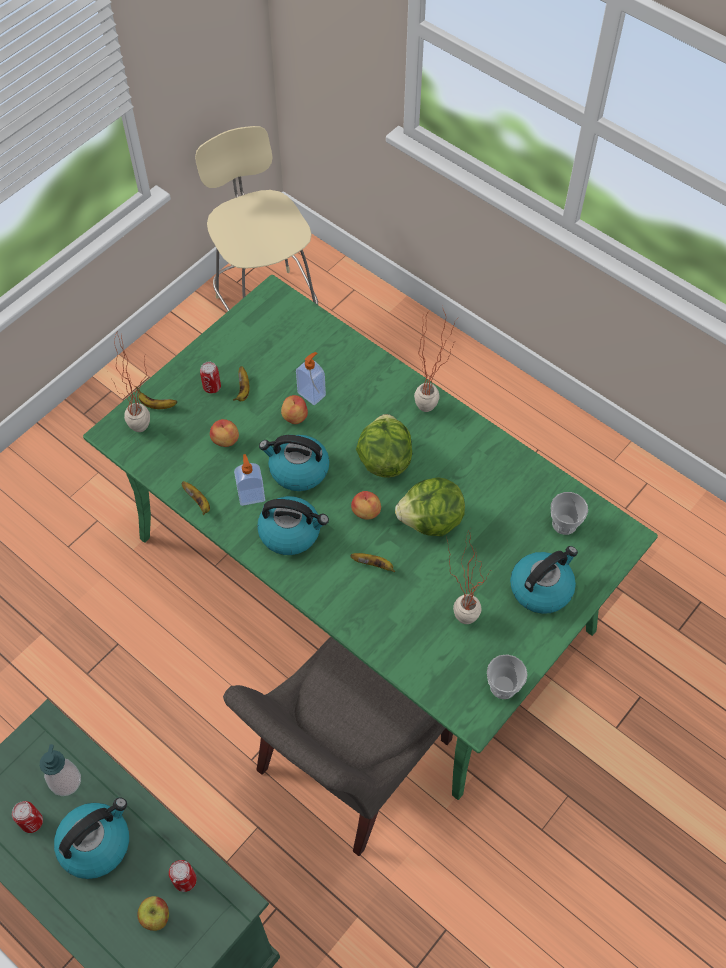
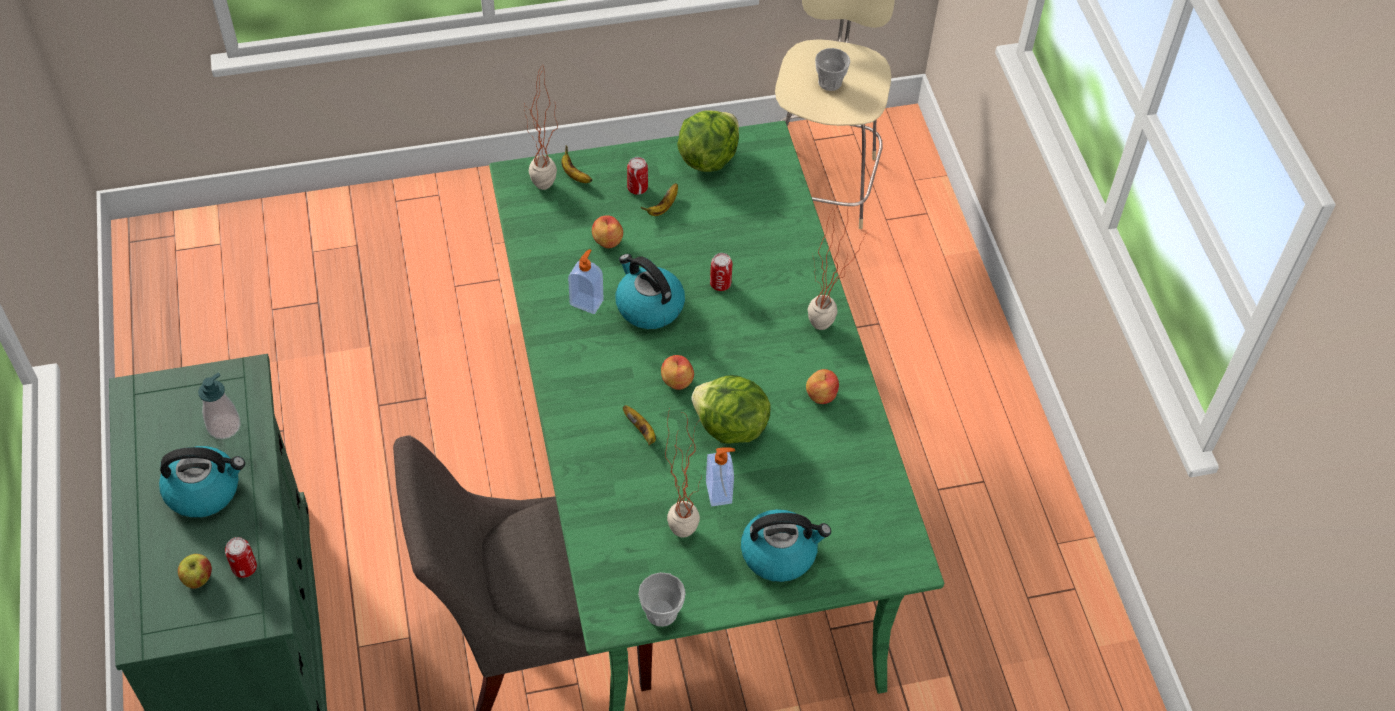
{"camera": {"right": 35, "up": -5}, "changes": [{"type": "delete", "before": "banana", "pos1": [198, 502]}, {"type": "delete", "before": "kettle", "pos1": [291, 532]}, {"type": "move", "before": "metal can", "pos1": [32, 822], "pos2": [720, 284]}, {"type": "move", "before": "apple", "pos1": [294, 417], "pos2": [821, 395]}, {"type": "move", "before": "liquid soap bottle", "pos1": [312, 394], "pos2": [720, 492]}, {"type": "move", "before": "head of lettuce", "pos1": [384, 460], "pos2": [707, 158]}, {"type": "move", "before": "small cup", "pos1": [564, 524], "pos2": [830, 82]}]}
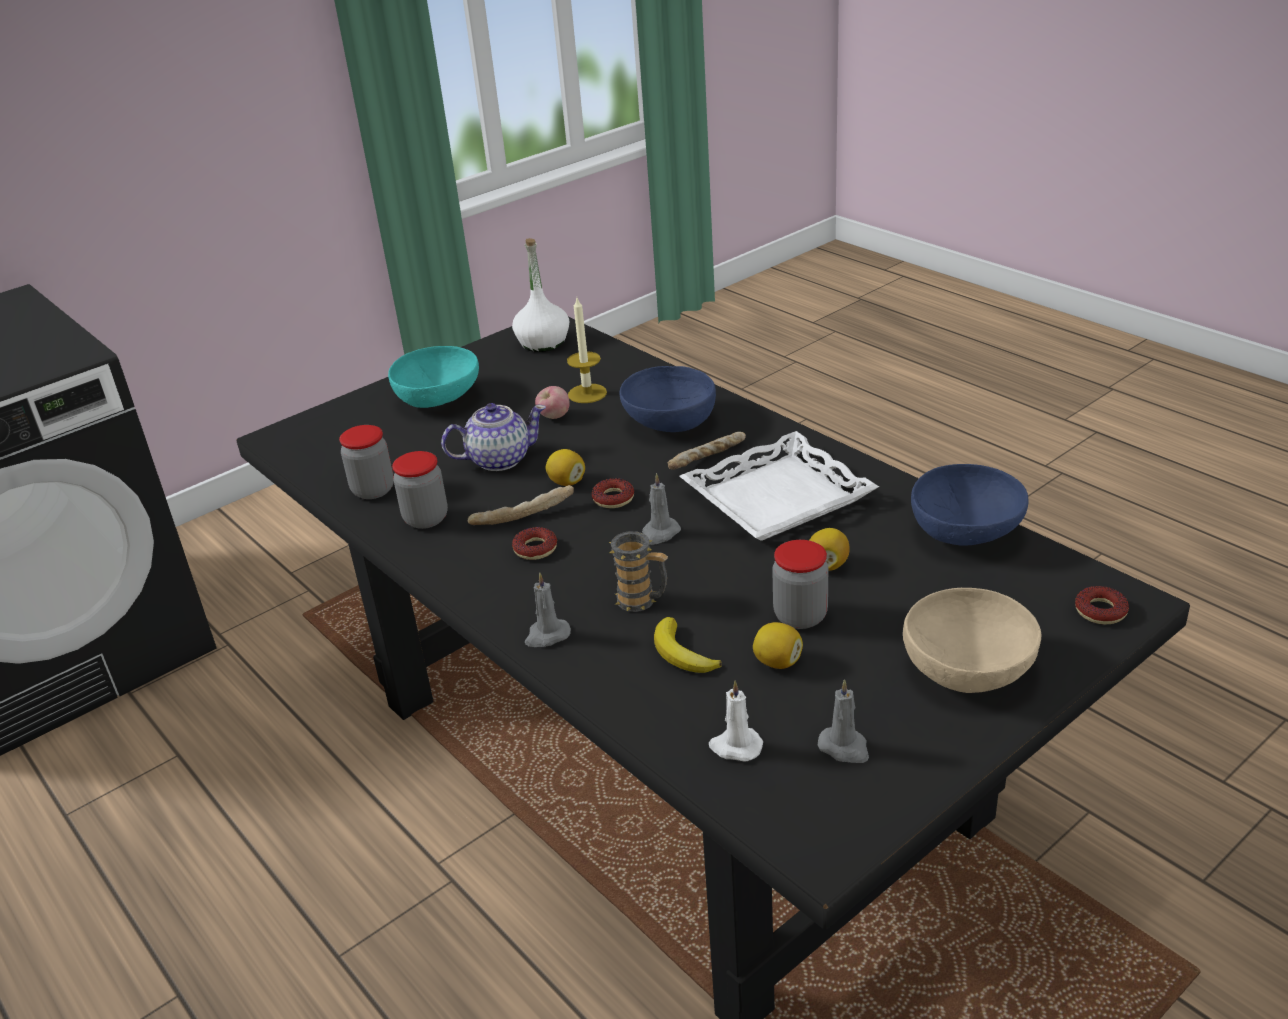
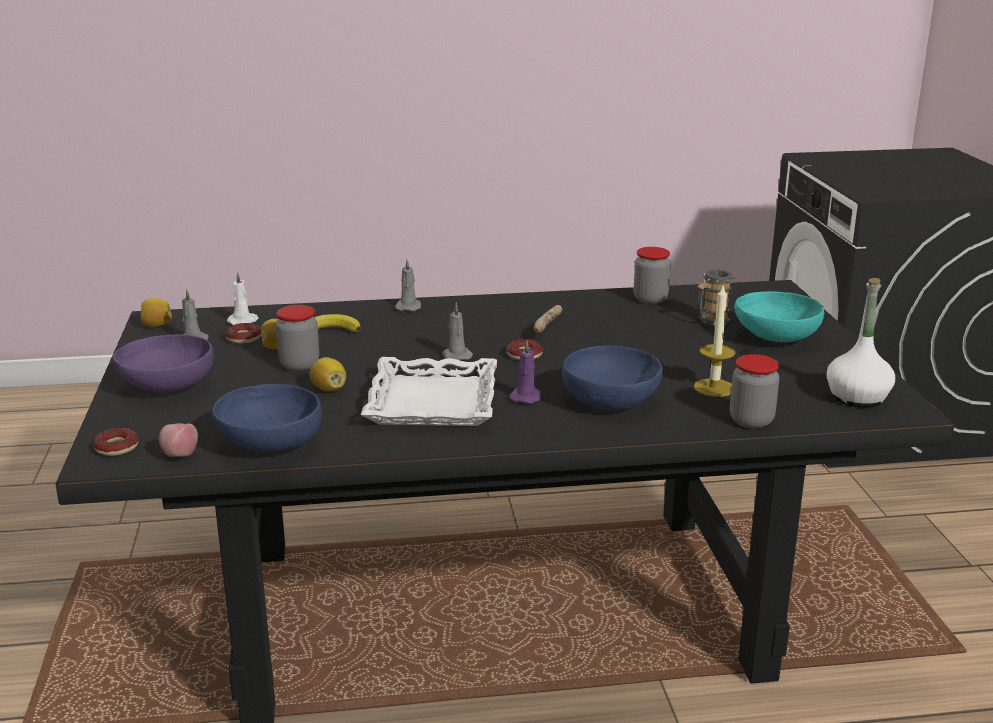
{"camera": {"right": 120, "up": -10}, "changes": [{"type": "delete", "before": "tea pot", "pos1": [498, 459]}, {"type": "move", "before": "jar", "pos1": [426, 519], "pos2": [751, 421]}, {"type": "move", "before": "ring doughnut", "pos1": [535, 549], "pos2": [243, 338]}, {"type": "move", "before": "apple", "pos1": [554, 417], "pos2": [180, 455]}, {"type": "move", "before": "whole lemon", "pos1": [566, 482], "pos2": [157, 325]}, {"type": "move", "before": "mug", "pos1": [642, 601], "pos2": [710, 322]}, {"type": "replace", "before": "baked bread", "after": "purple wax light", "pos1": [708, 460], "pos2": [526, 397]}, {"type": "recolor", "before": "sand-coloured deep dish", "after": "purple deep dish", "pos1": [969, 670], "pos2": [167, 388]}]}
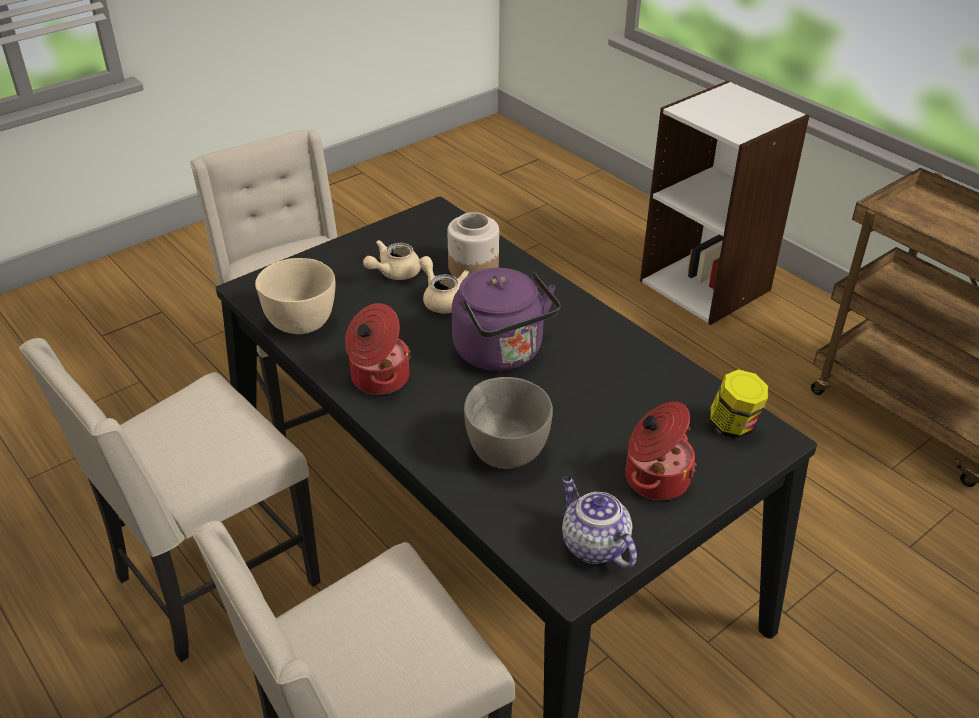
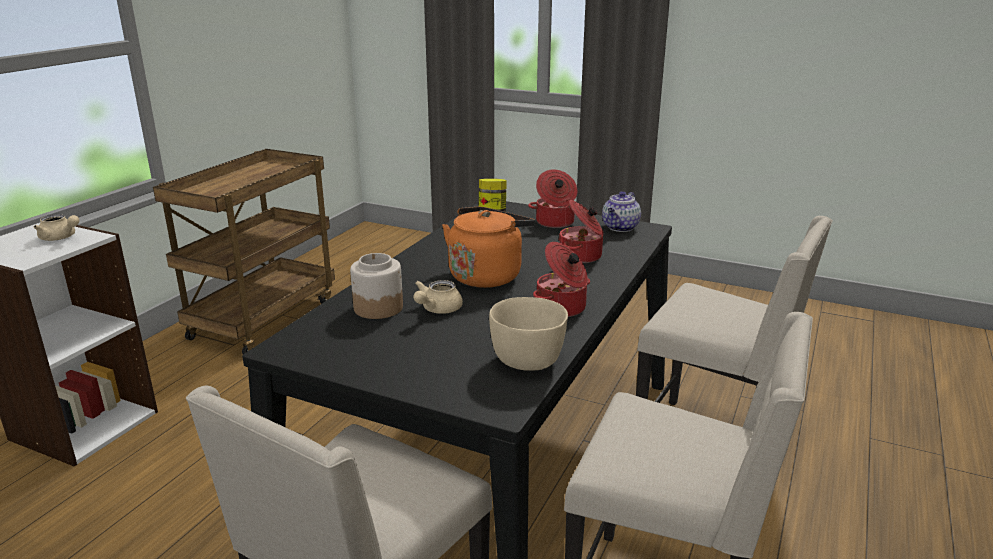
{"camera": {"right": -115, "up": -15}, "changes": [{"type": "move", "before": "sand-coloured tea pot", "pos1": [394, 273], "pos2": [60, 238]}, {"type": "replace", "before": "grey deep dish", "after": "cooking pot", "pos1": [506, 451], "pos2": [581, 256]}, {"type": "recolor", "before": "purple kettle", "after": "orange kettle", "pos1": [502, 353], "pos2": [487, 275]}]}
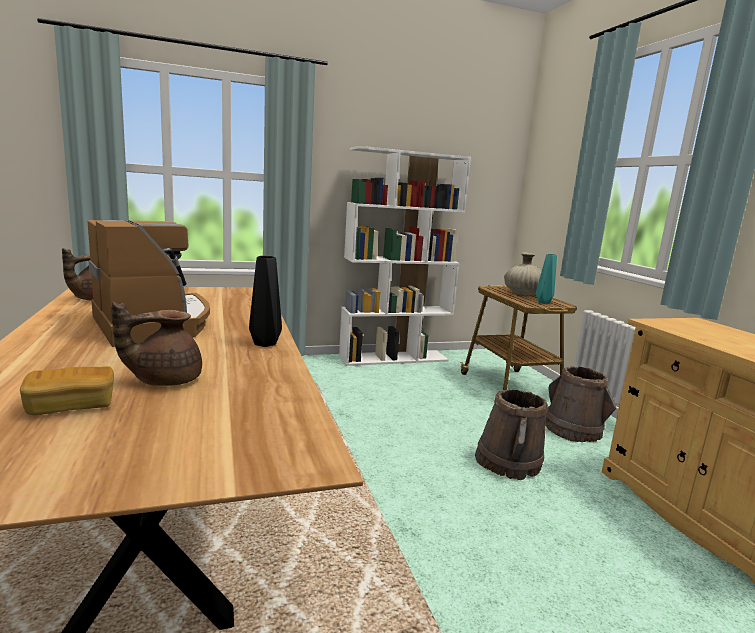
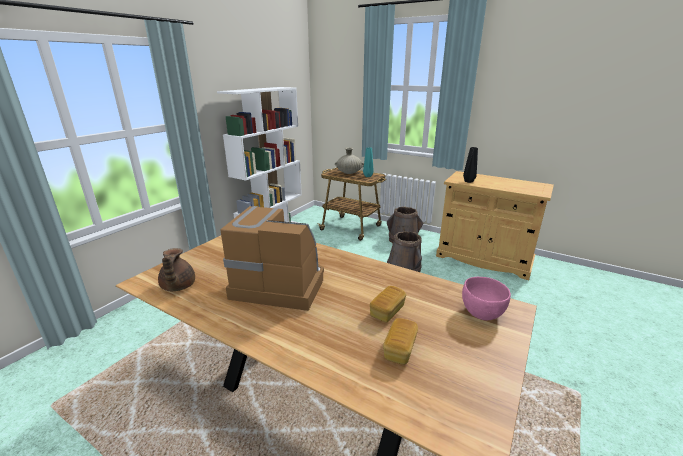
{"camera": {"right": -40, "up": 10}, "changes": [{"type": "insert", "after": "pink-coloured deep dish", "pos2": [481, 313]}, {"type": "move", "before": "blackish decorative vase", "pos1": [265, 343], "pos2": [468, 181]}, {"type": "replace", "before": "brown tea pot", "after": "baked bread", "pos1": [164, 380], "pos2": [387, 311]}]}
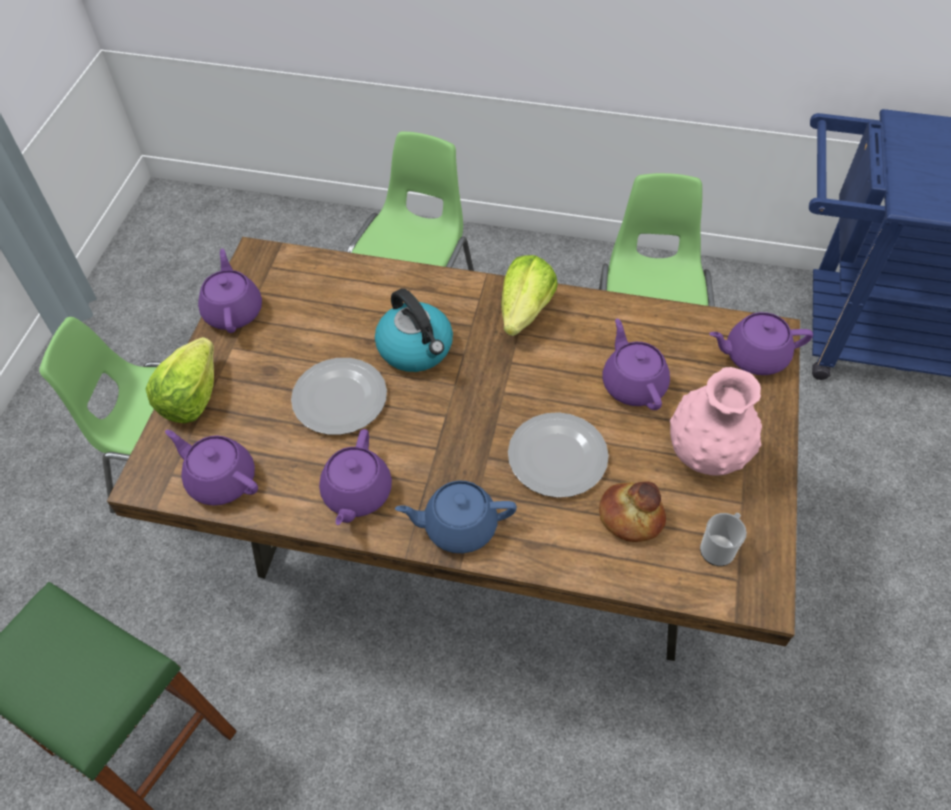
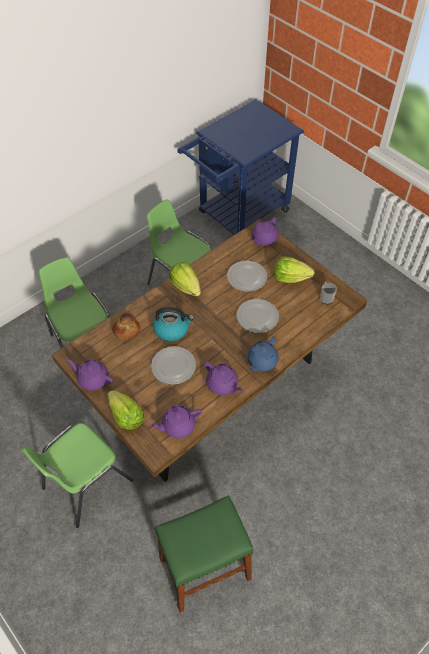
{"camera": {"right": -55, "up": 0}, "changes": [{"type": "move", "before": "baked bread", "pos1": [630, 516], "pos2": [126, 330]}, {"type": "replace", "before": "purple tea pot", "after": "plate", "pos1": [633, 384], "pos2": [246, 277]}, {"type": "replace", "before": "pink-coloured decorative vase", "after": "head of lettuce", "pos1": [706, 454], "pos2": [290, 277]}]}
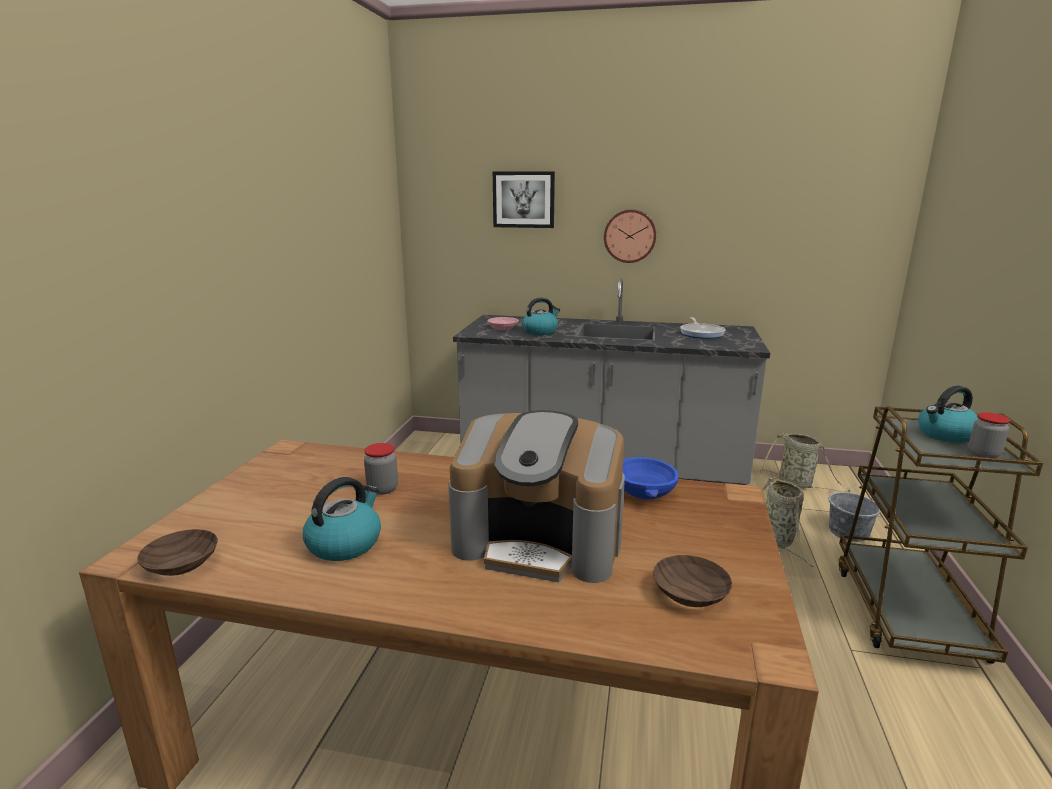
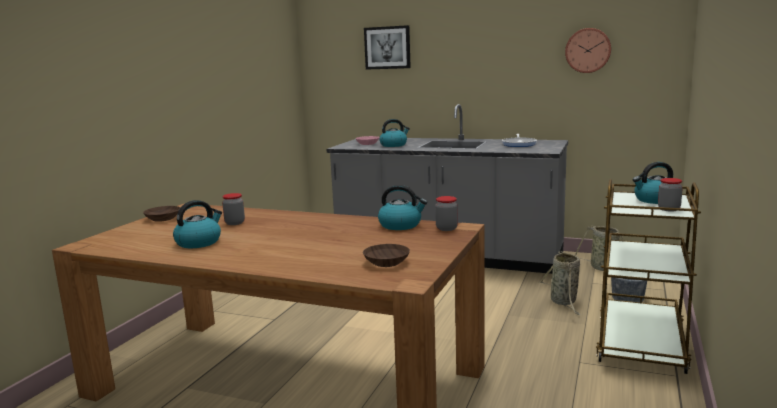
{"camera": {"right": 10, "up": -5}, "changes": [{"type": "delete", "before": "coffee maker", "pos1": [540, 541]}, {"type": "insert", "after": "jar", "pos2": [446, 228]}, {"type": "move", "before": "brown deep dish", "pos1": [179, 565], "pos2": [162, 219]}, {"type": "move", "before": "hanging clock", "pos1": [630, 236], "pos2": [588, 50]}, {"type": "replace", "before": "bluish deep dish", "after": "kettle", "pos1": [643, 491], "pos2": [401, 225]}]}
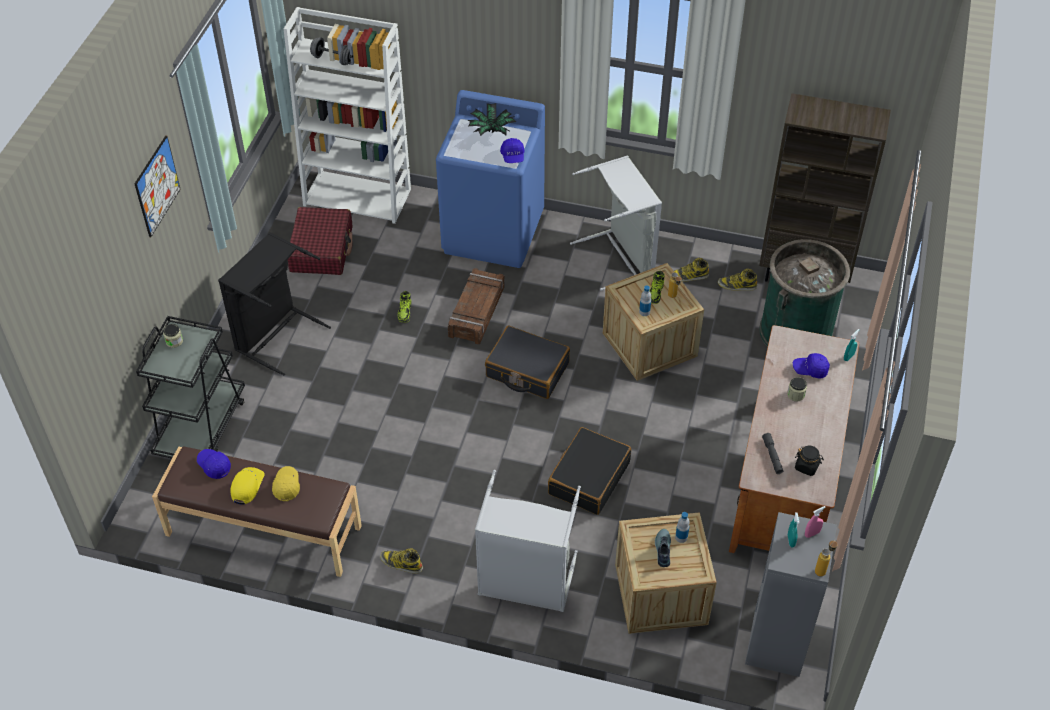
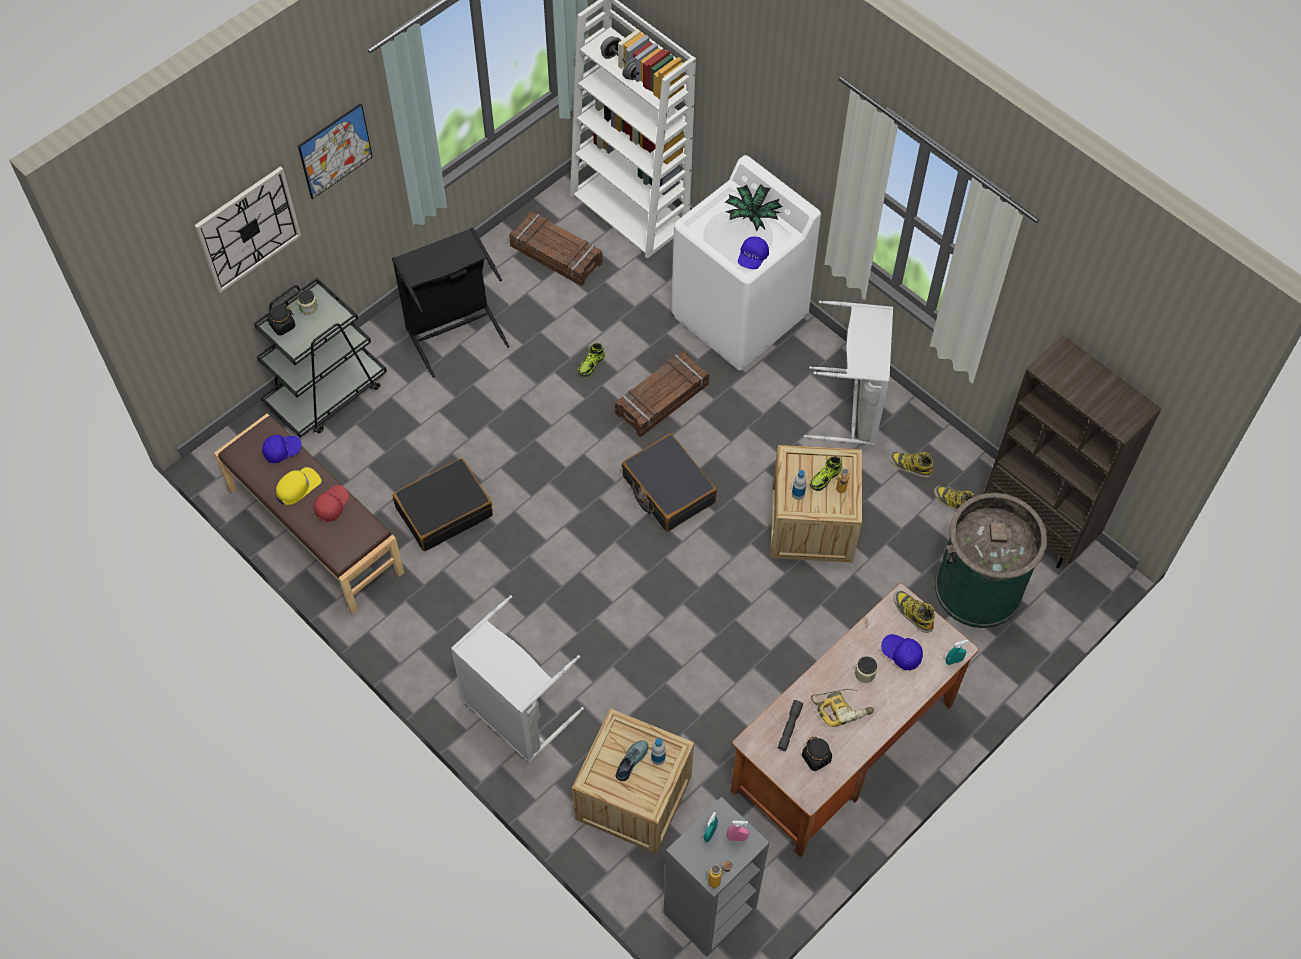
{"camera": {"right": 30, "up": 10}, "changes": [{"type": "insert", "after": "hanging clock", "pos2": [248, 229]}, {"type": "insert", "after": "blackish jar", "pos2": [282, 326]}, {"type": "insert", "after": "power drill", "pos2": [842, 708]}, {"type": "move", "before": "boot", "pos1": [401, 563], "pos2": [912, 613]}, {"type": "move", "before": "blackish travel case", "pos1": [588, 478], "pos2": [444, 511]}, {"type": "replace", "before": "red-coloured travel case", "after": "shipping crate", "pos1": [321, 249], "pos2": [556, 254]}, {"type": "recolor", "before": "yellow-coloured cap", "after": "red-coloured cap", "pos1": [286, 486], "pos2": [332, 506]}, {"type": "recolor", "before": "bluish washing machine", "after": "white-coloured washing machine", "pos1": [493, 233], "pos2": [739, 316]}, {"type": "rotate", "before": "bluish cap", "pos1": [214, 466], "pos2": [282, 451], "turn": 90}]}
